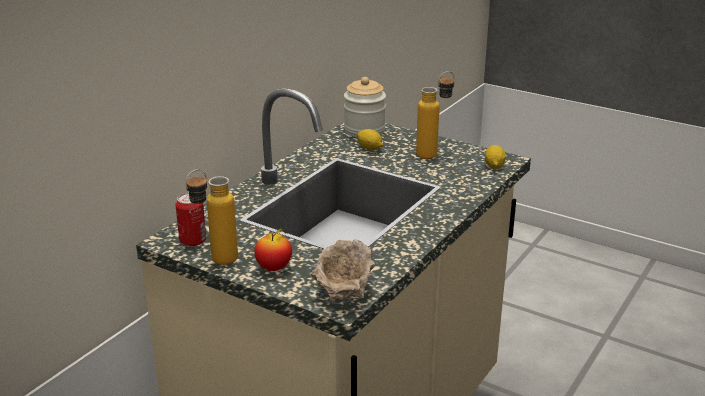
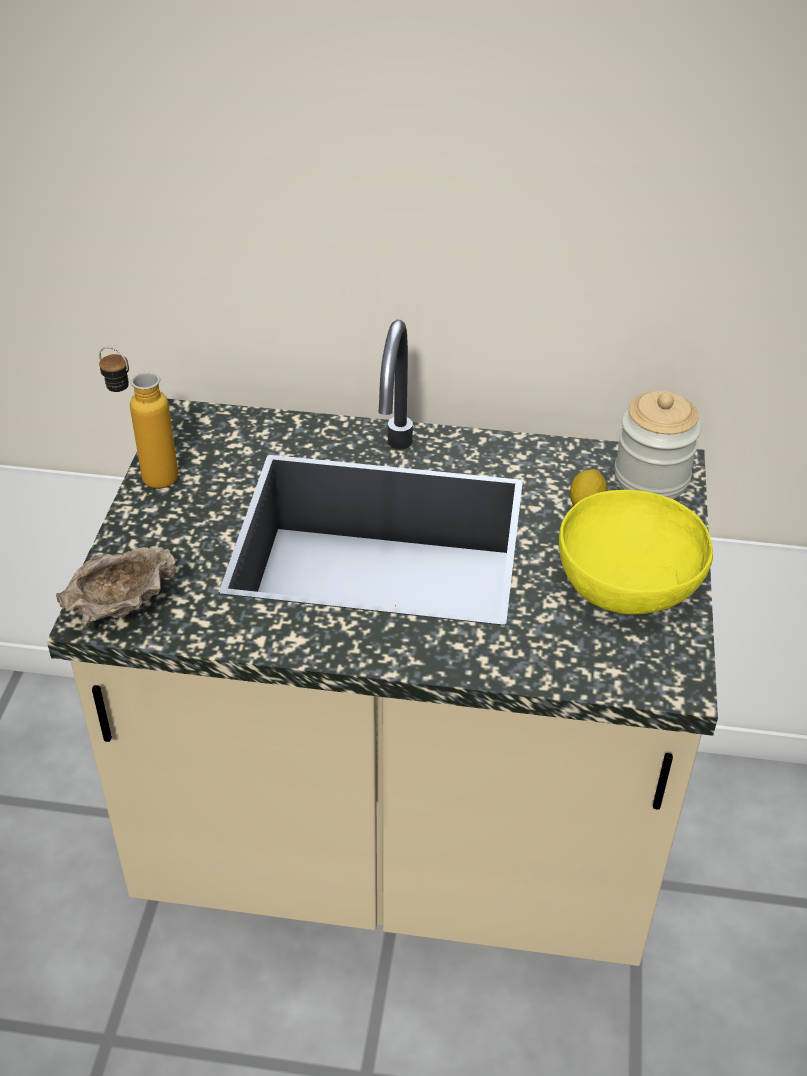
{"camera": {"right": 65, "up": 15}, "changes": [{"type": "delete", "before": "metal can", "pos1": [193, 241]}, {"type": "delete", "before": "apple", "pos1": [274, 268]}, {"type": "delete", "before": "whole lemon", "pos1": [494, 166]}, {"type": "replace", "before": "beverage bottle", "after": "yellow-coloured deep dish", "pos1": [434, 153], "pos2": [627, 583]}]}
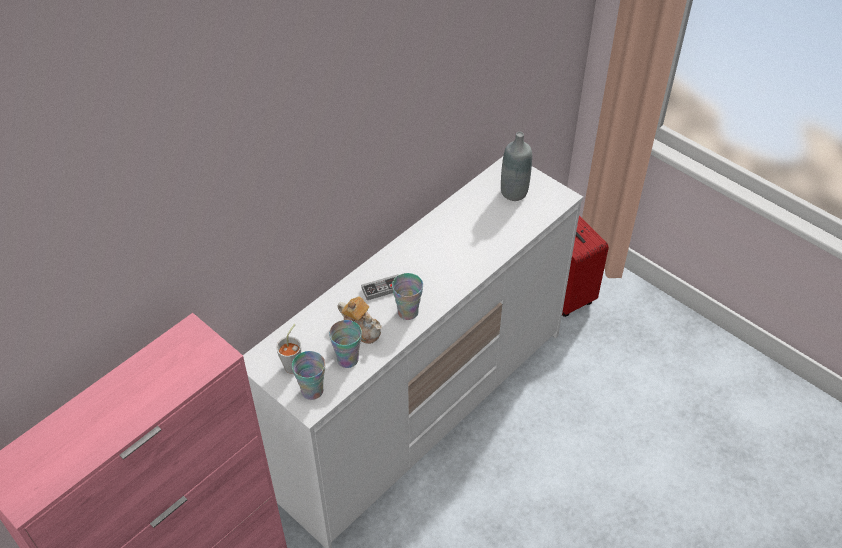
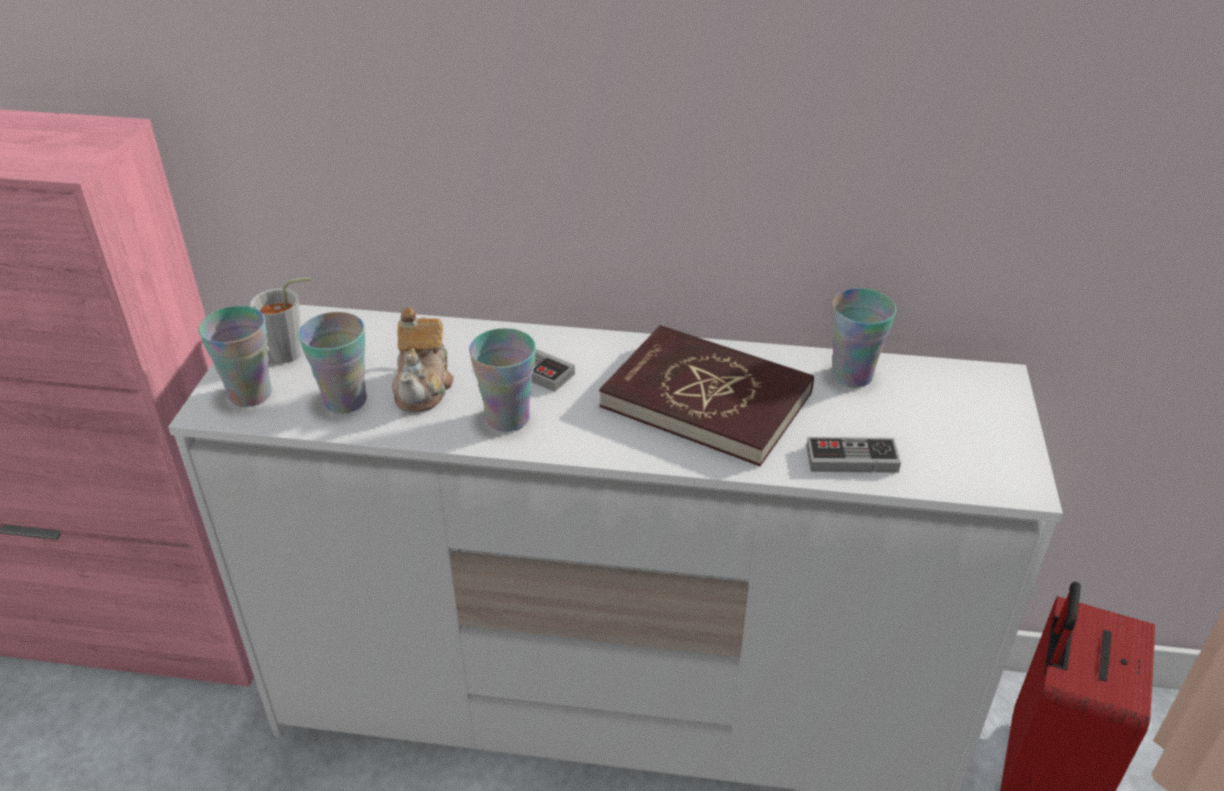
{"camera": {"right": 55, "up": -10}, "changes": [{"type": "delete", "before": "grey beverage bottle", "pos1": [514, 192]}, {"type": "insert", "after": "red-coloured bound book", "pos2": [707, 399]}, {"type": "insert", "after": "gamepad", "pos2": [851, 459]}, {"type": "insert", "after": "small cup", "pos2": [852, 375]}]}
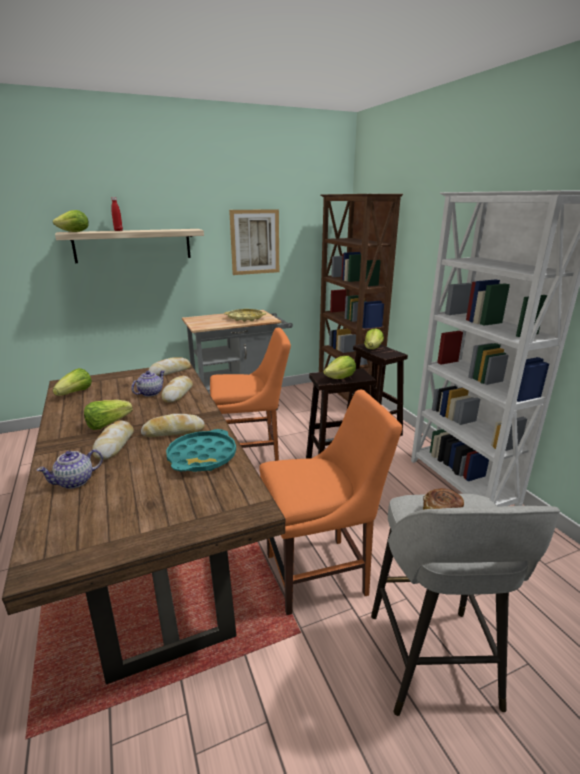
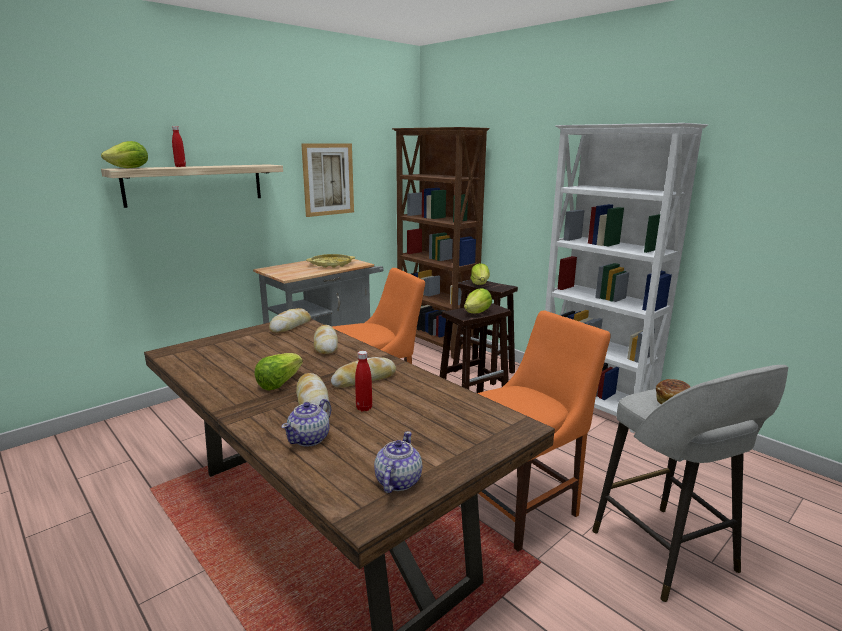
{"camera": {"right": -20, "up": -5}, "changes": [{"type": "delete", "before": "head of lettuce", "pos1": [75, 393]}, {"type": "delete", "before": "turquoise-coloured tray", "pos1": [202, 457]}, {"type": "insert", "after": "red-coloured beverage bottle", "pos2": [364, 408]}, {"type": "move", "before": "tea pot", "pos1": [150, 393], "pos2": [397, 481]}]}
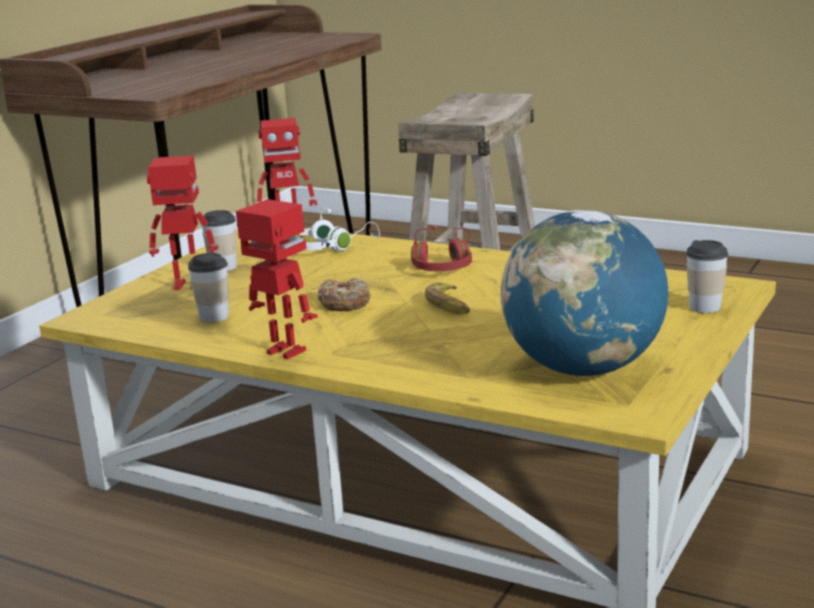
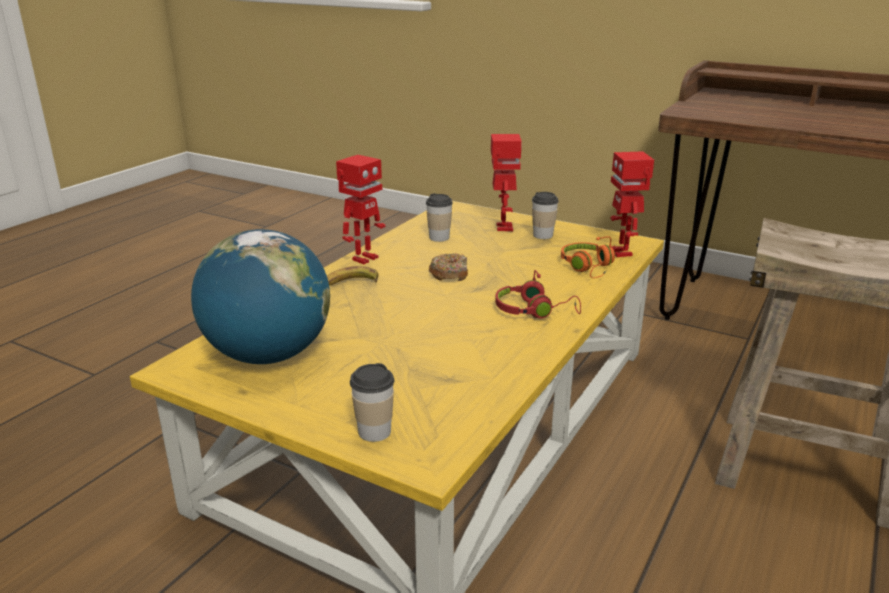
{"camera": {"right": 90, "up": 5}, "changes": [{"type": "move", "before": "banana", "pos1": [450, 306], "pos2": [350, 283]}, {"type": "recolor", "before": "white-coloured headphones", "after": "orange headphones", "pos1": [331, 247], "pos2": [588, 268]}]}
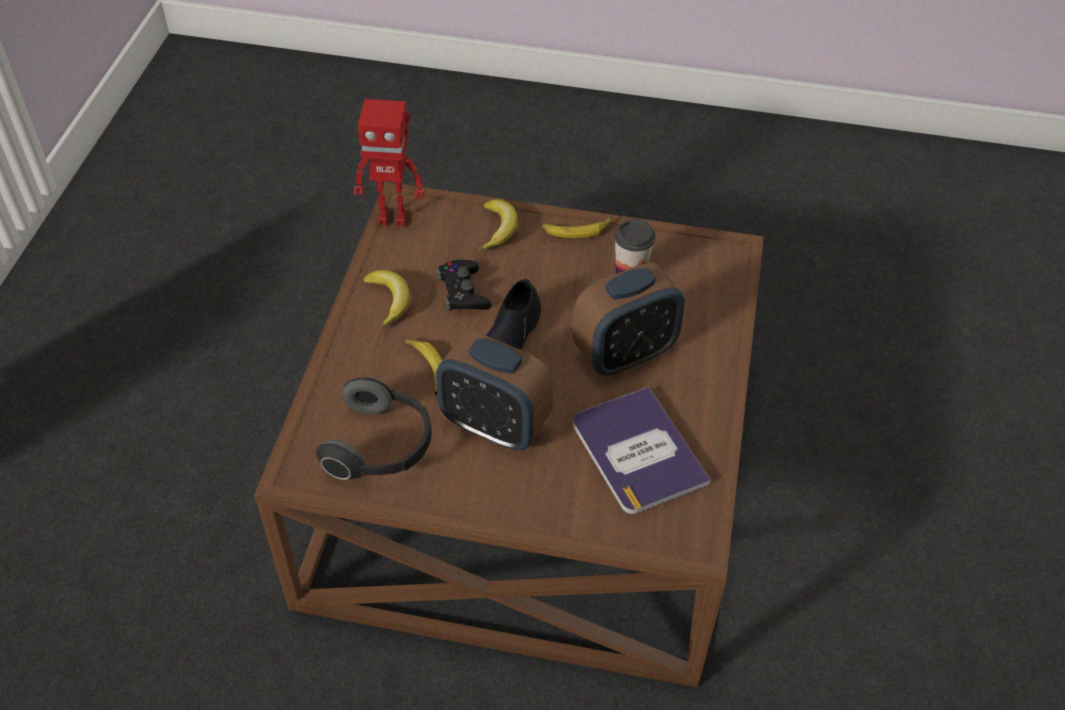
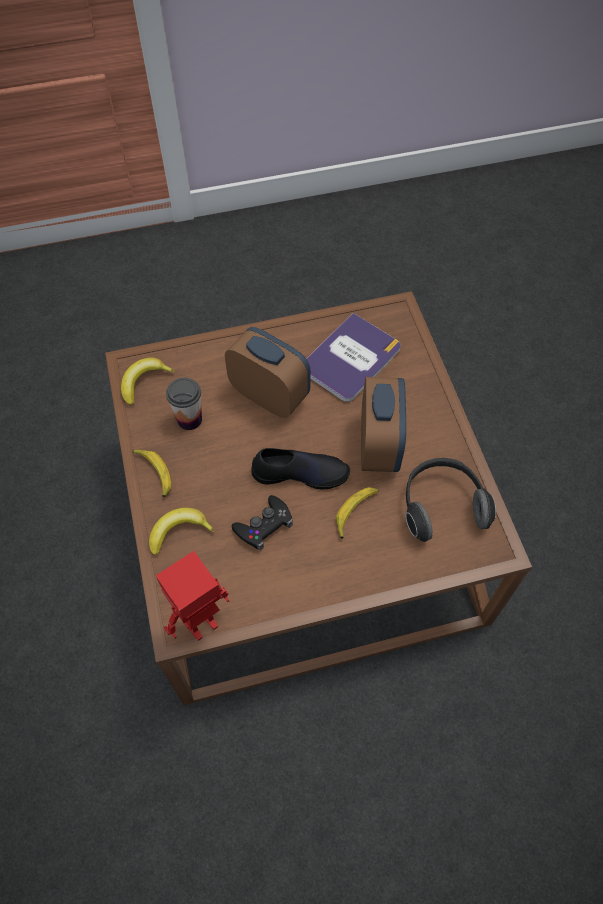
{"camera": {"right": -115, "up": 10}, "changes": [{"type": "move", "before": "banana", "pos1": [389, 300], "pos2": [143, 382]}, {"type": "rotate", "before": "toy robot", "pos1": [392, 217], "pos2": [203, 626], "turn": -105}]}
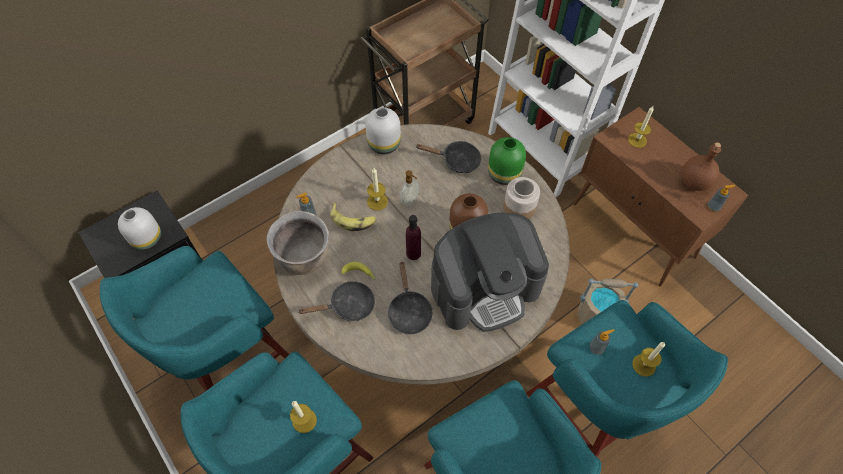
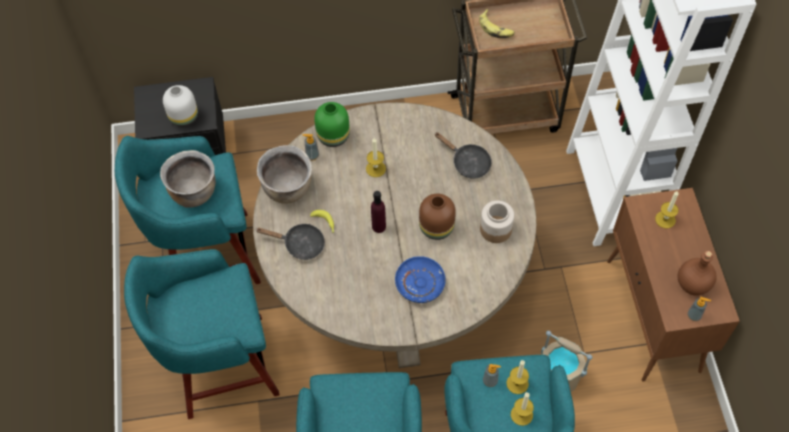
{"camera": {"right": 30, "up": 0}, "changes": [{"type": "delete", "before": "white-coloured decorative vase", "pos1": [384, 143]}, {"type": "delete", "before": "blackish skillet", "pos1": [409, 311]}, {"type": "delete", "before": "liquid soap bottle", "pos1": [410, 200]}, {"type": "insert", "after": "brown cooking pot", "pos2": [194, 192]}, {"type": "move", "before": "wax light", "pos1": [304, 420], "pos2": [517, 383]}, {"type": "move", "before": "banana", "pos1": [353, 220], "pos2": [496, 28]}, {"type": "move", "before": "green-coloured decorative vase", "pos1": [504, 175], "pos2": [333, 137]}, {"type": "replace", "before": "coffee maker", "after": "bluish plate", "pos1": [485, 288], "pos2": [420, 283]}]}
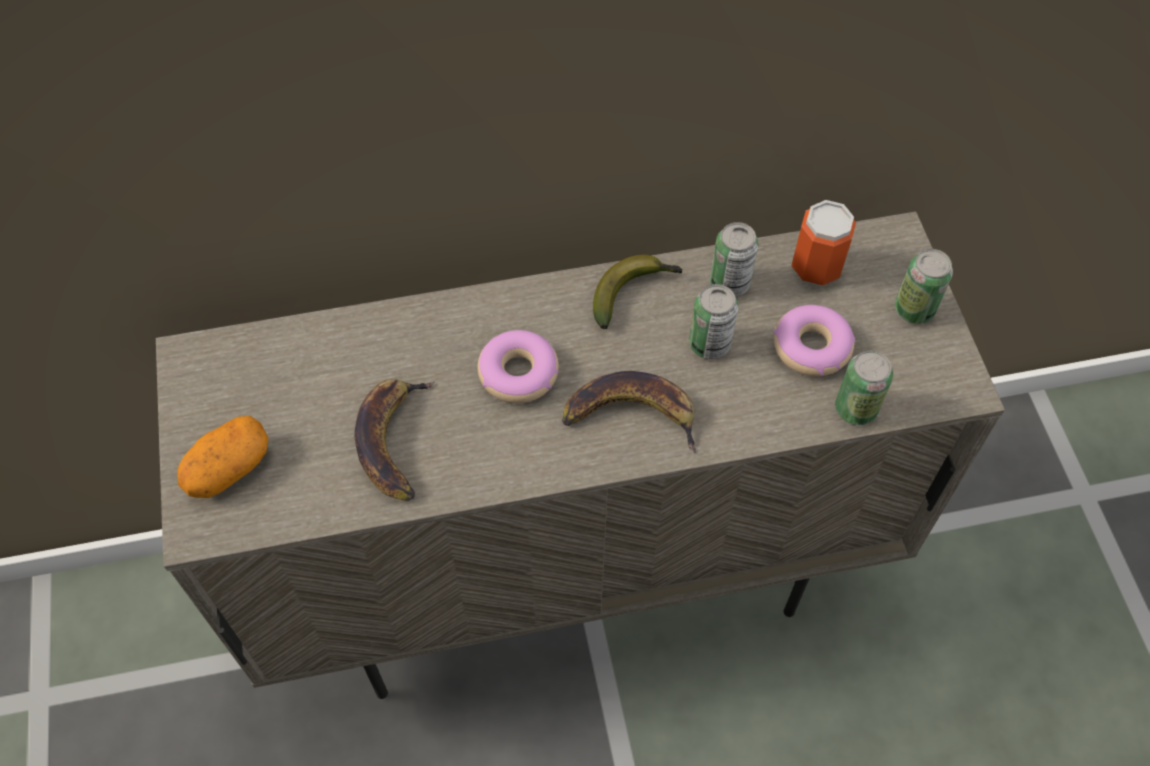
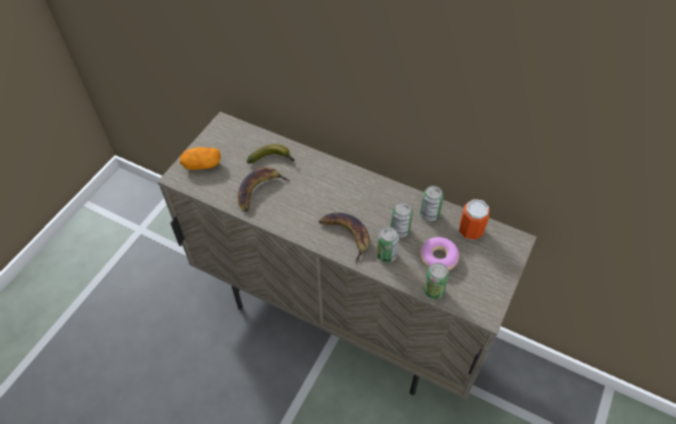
{"camera": {"right": 40, "up": -5}, "changes": [{"type": "delete", "before": "ring doughnut", "pos1": [519, 373]}, {"type": "move", "before": "banana", "pos1": [633, 293], "pos2": [273, 159]}, {"type": "move", "before": "metal can", "pos1": [914, 309], "pos2": [386, 255]}]}
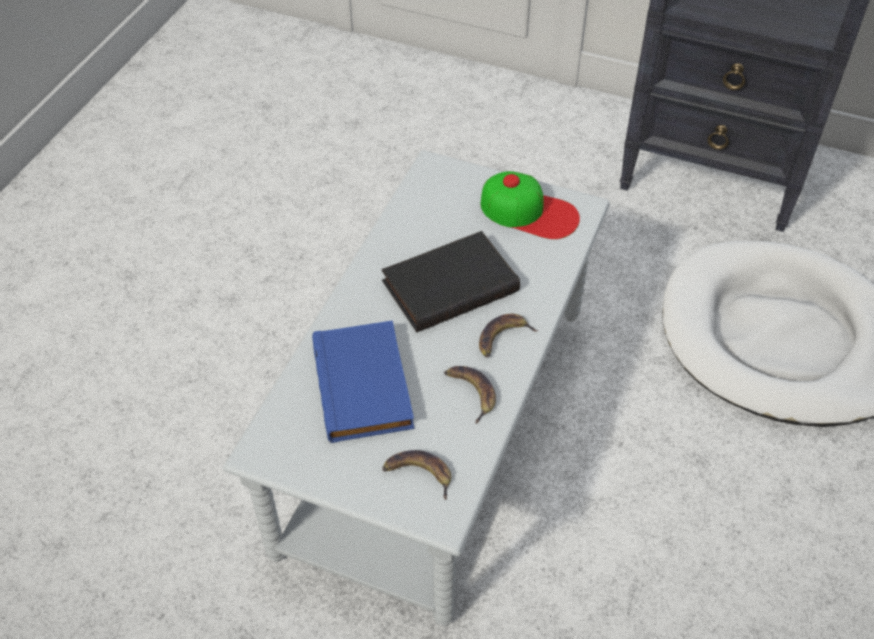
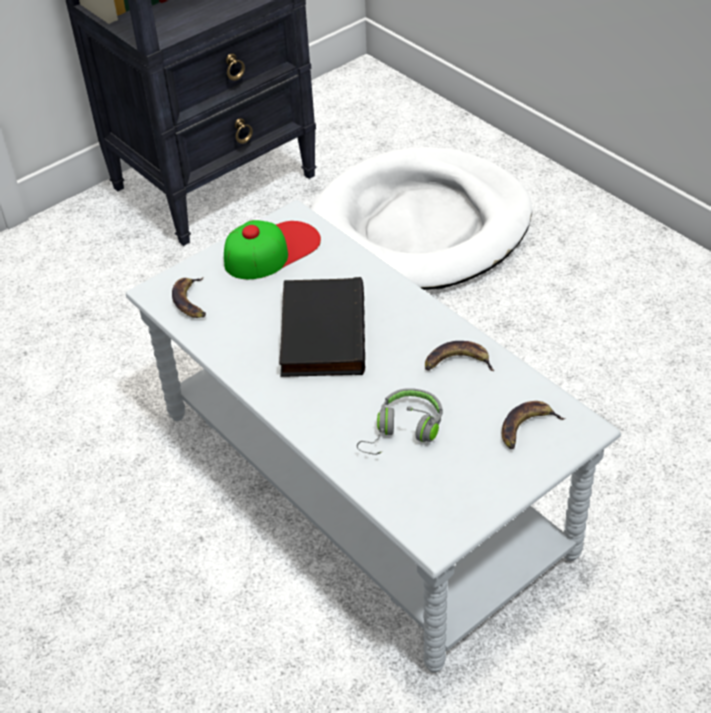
{"camera": {"right": -60, "up": -5}, "changes": [{"type": "move", "before": "banana", "pos1": [502, 338], "pos2": [191, 301]}, {"type": "replace", "before": "bluish bound book", "after": "grey headphones", "pos1": [366, 386], "pos2": [403, 431]}]}
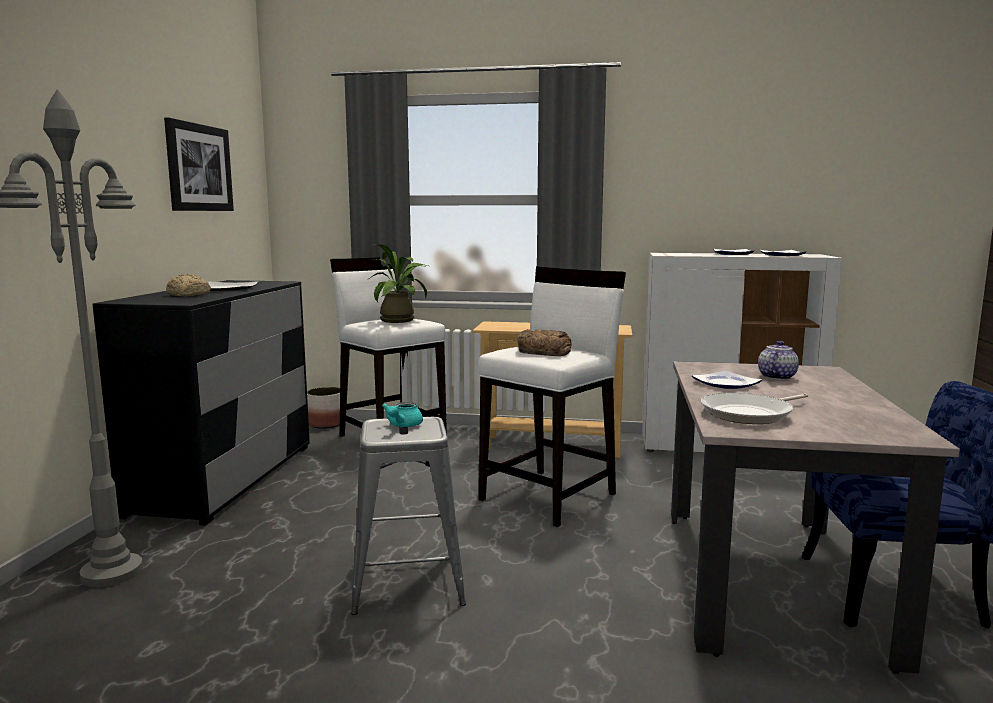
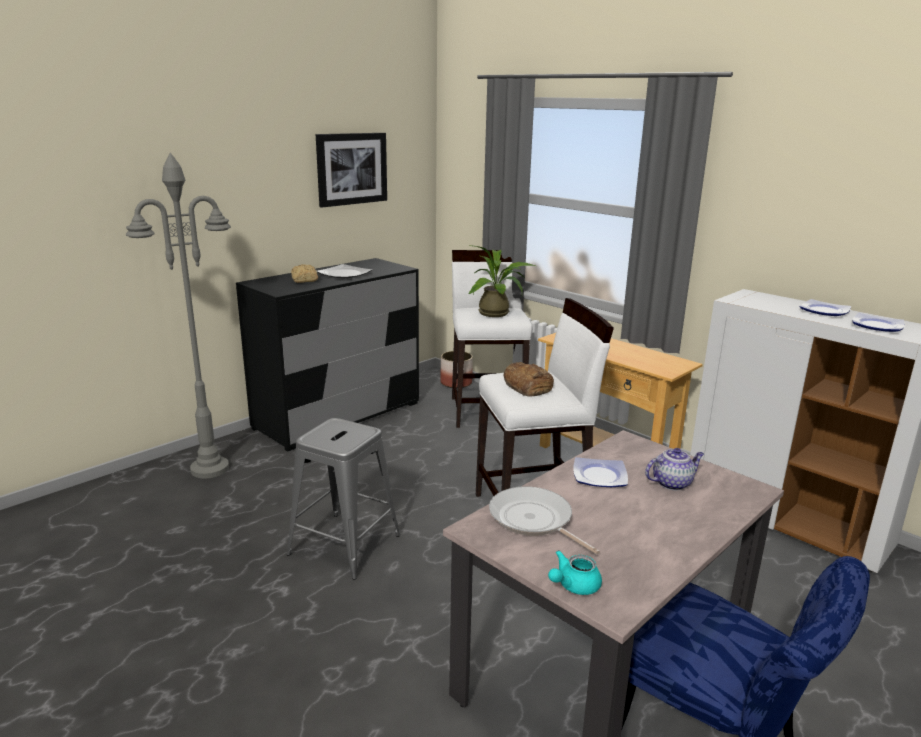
{"camera": {"right": 35, "up": 10}, "changes": [{"type": "move", "before": "turquoise-coloured tea pot", "pos1": [402, 425], "pos2": [573, 586]}, {"type": "rotate", "before": "skillet", "pos1": [750, 414], "pos2": [533, 520], "turn": 45}]}
